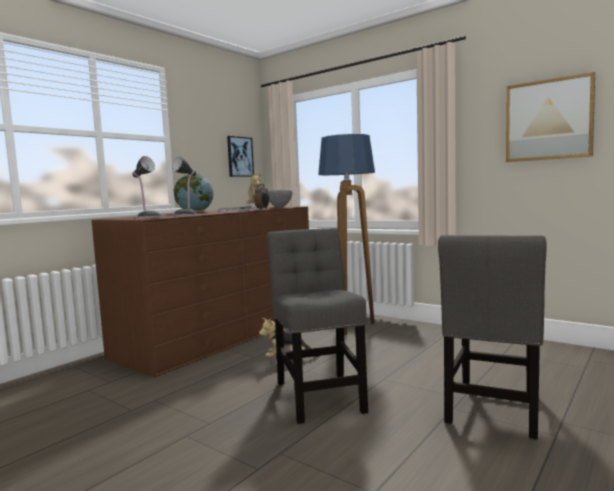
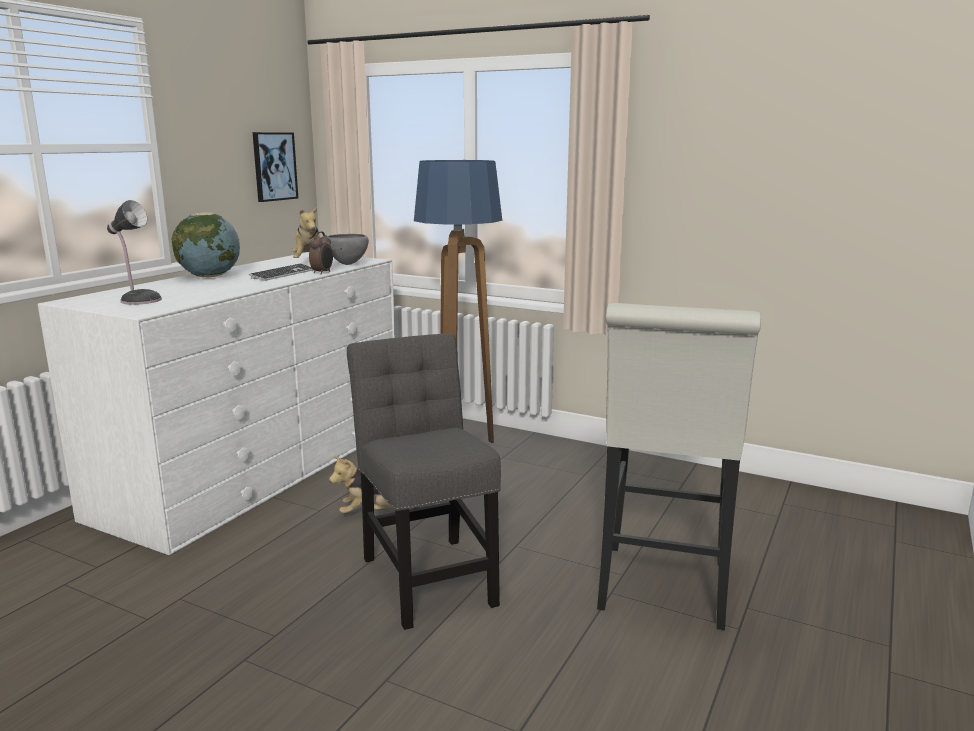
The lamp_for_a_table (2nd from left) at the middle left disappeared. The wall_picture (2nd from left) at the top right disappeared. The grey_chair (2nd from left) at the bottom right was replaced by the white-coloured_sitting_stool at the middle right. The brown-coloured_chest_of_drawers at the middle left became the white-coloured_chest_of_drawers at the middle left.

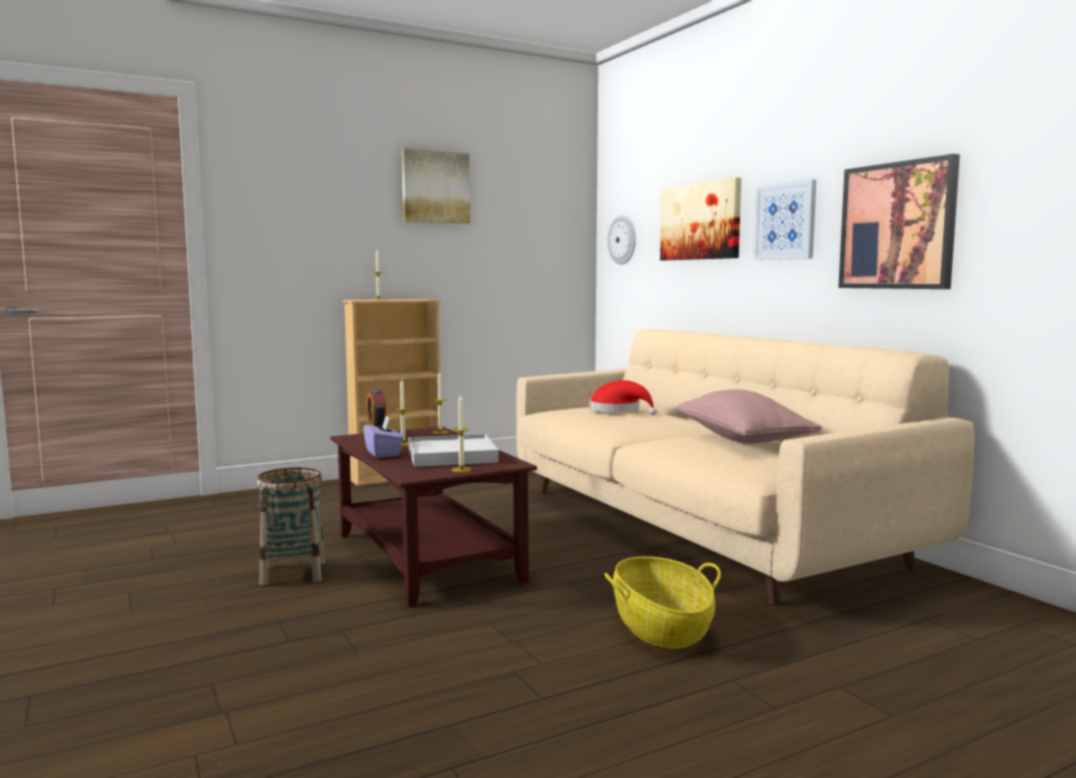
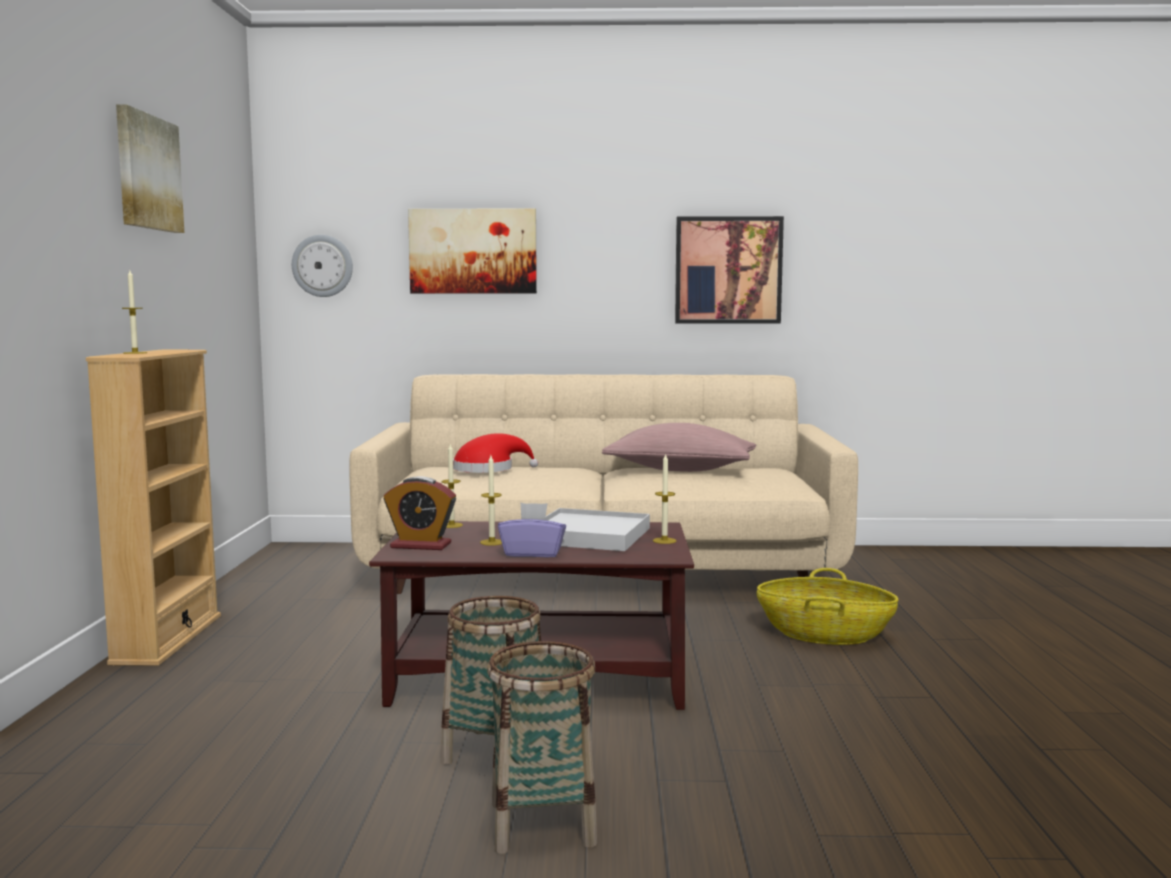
The wall_picture (3rd from left) at the top right disappeared. The basket (2nd from left) at the bottom centre appeared.

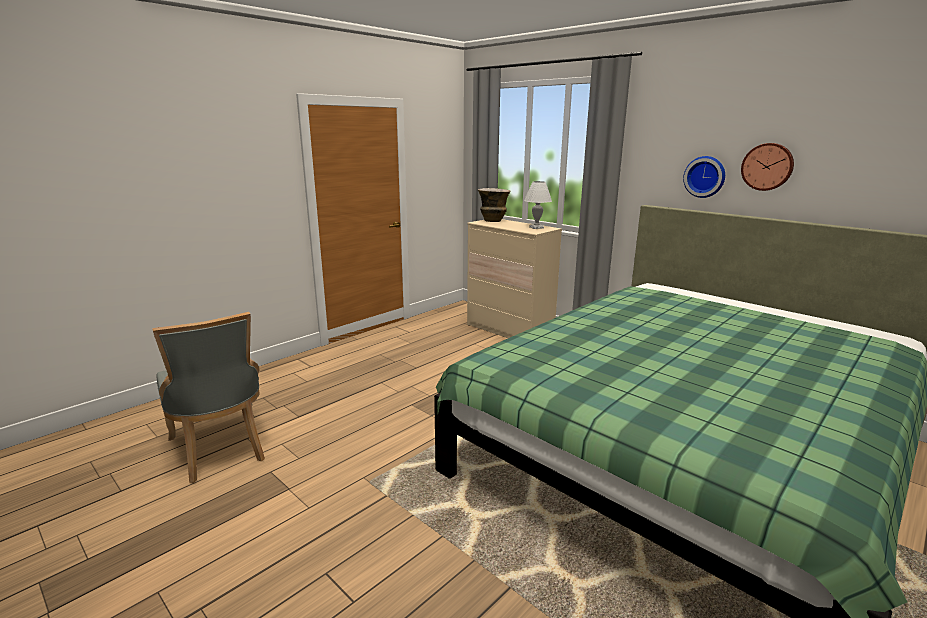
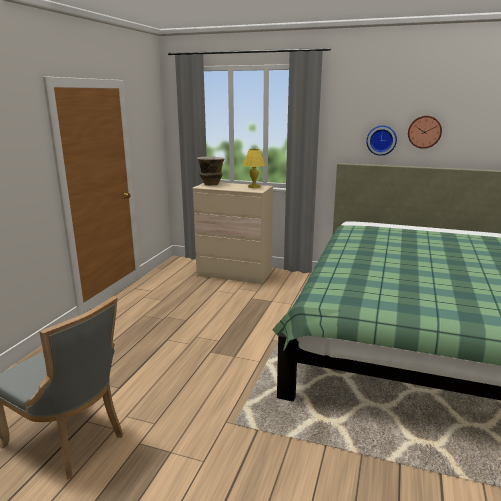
The white-coloured_lamp_for_a_table at the top centre became the yellowish_lamp_for_a_table at the centre.

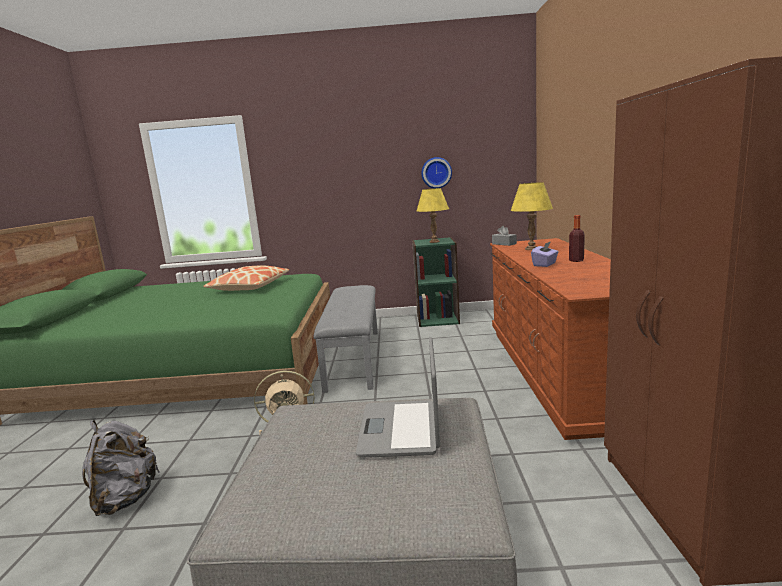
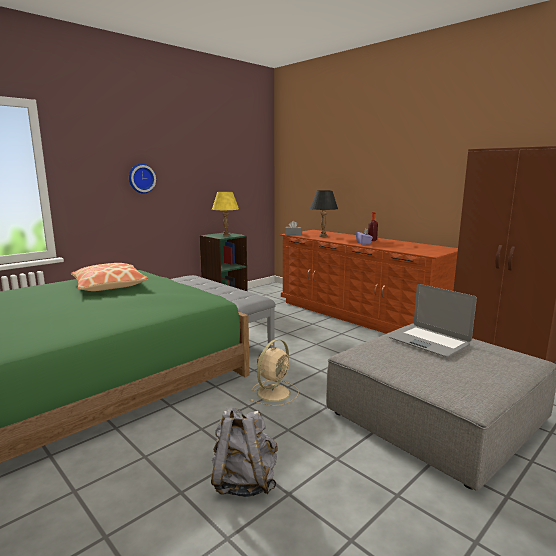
The hanging_clock moved from the top centre to the top left. The yellowish_lamp_for_a_table (2nd from left) at the middle right became the blackish_lamp_for_a_table at the centre.

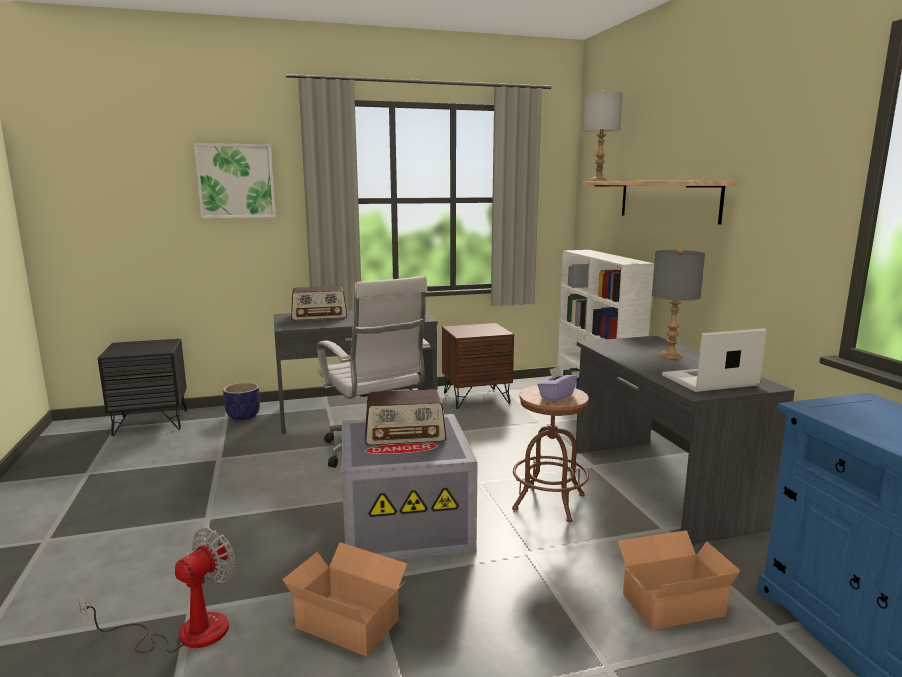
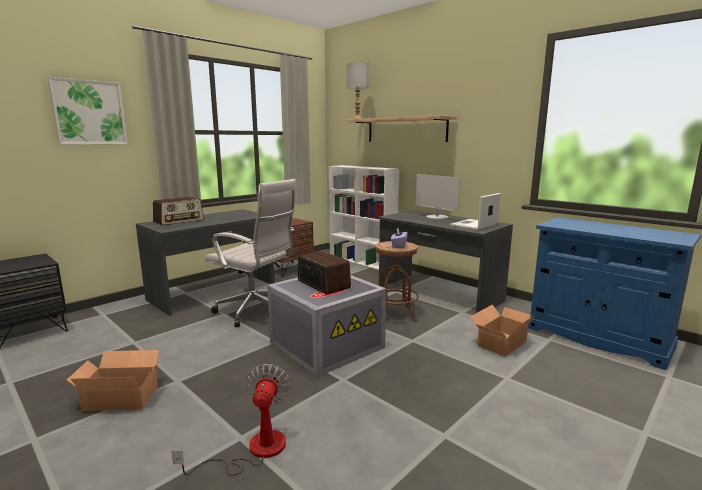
The plant_pot at the middle left disappeared. The cardboard_box (1st from left) moved from the bottom centre to the bottom left. The grey_lamp_for_a_table (2nd from left) at the middle right was replaced by the computer_display at the centre. The radio (2nd from left) at the centre turned 90 degrees counterclockwise.

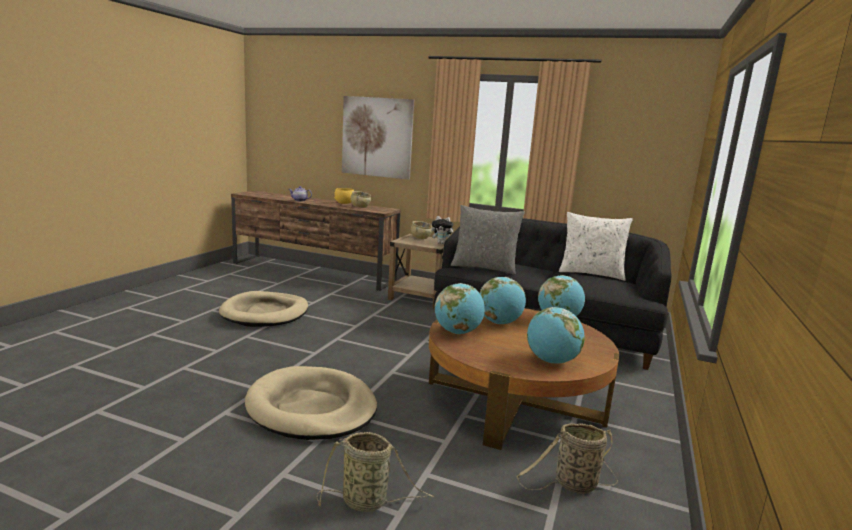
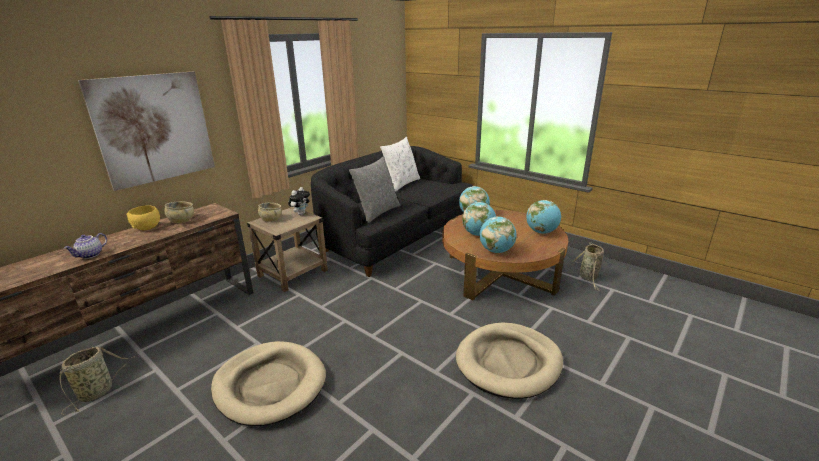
The basket (1st from left) moved from the bottom centre to the bottom left.

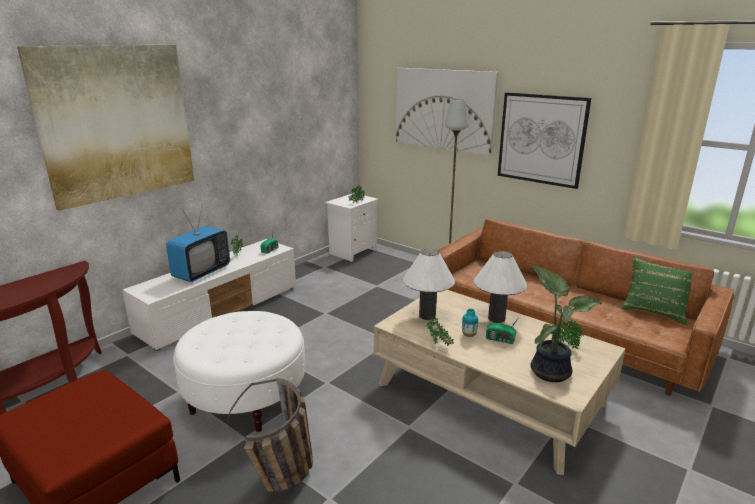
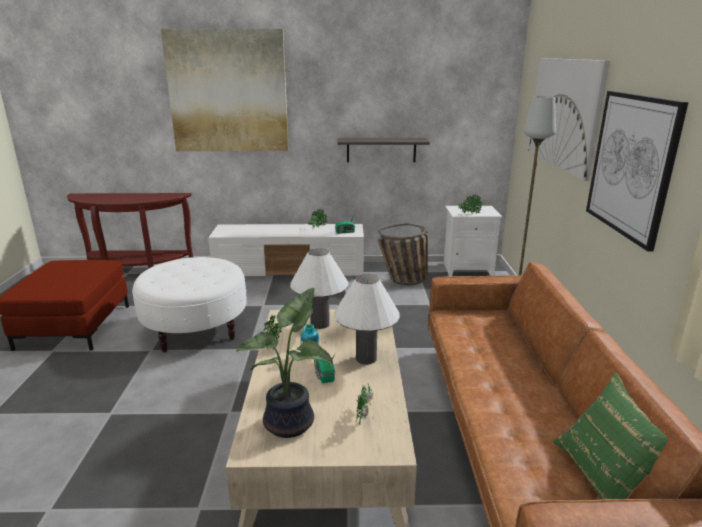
The TV_set at the middle left disappeared. The wall_shelf at the top centre appeared. The basket moved from the bottom centre to the centre.

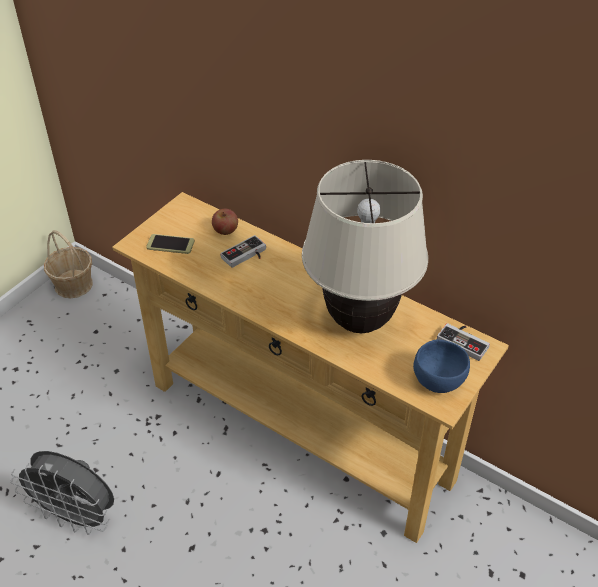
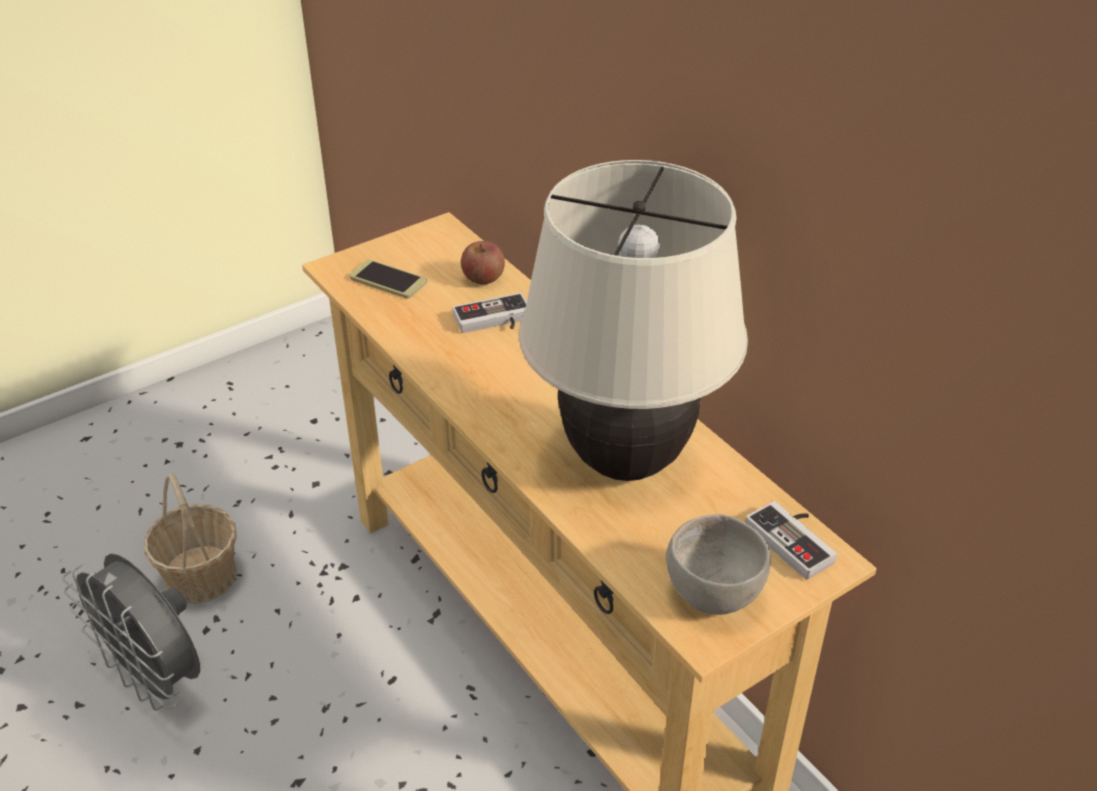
The basket moved from the middle left to the bottom left. The bluish_bowl at the middle right became the grey_bowl at the bottom centre.

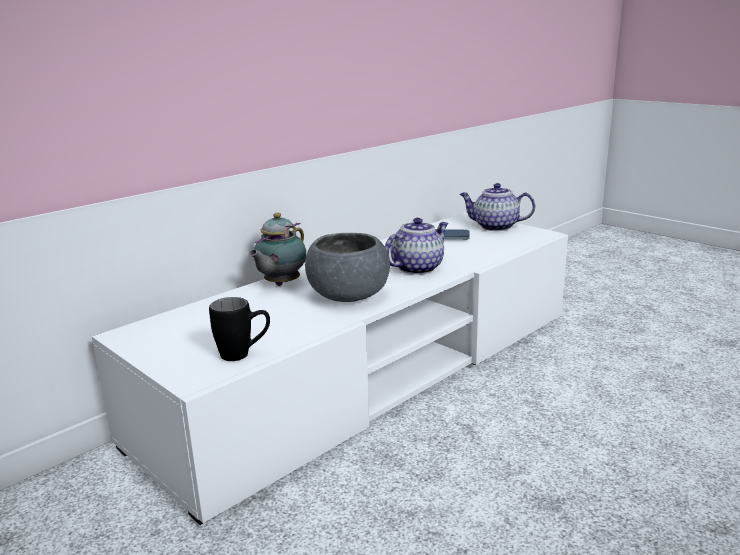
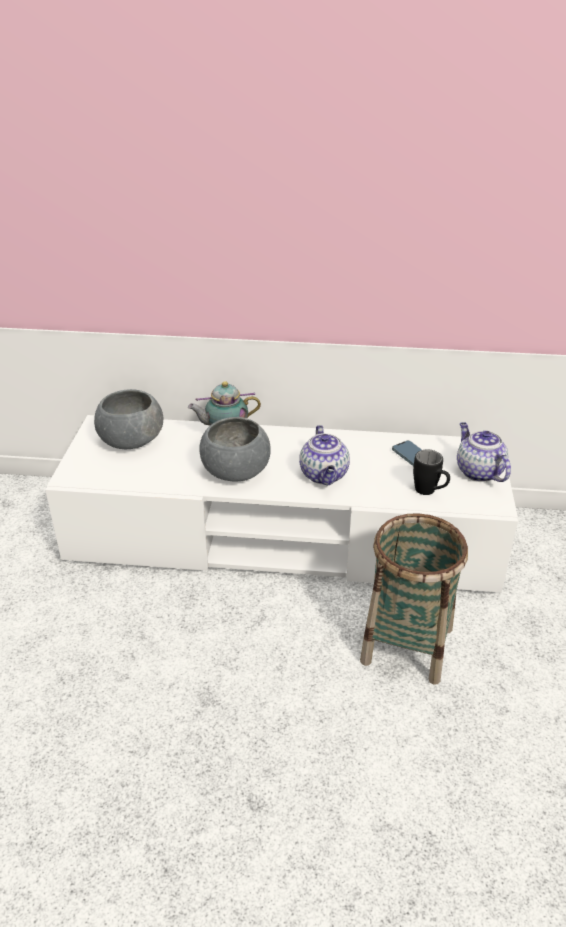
The grey_bowl (1st from left) at the middle left appeared. The basket at the middle right appeared. The blackish_mug moved from the middle left to the middle right. The teapot (2nd from left) at the centre turned 75 degrees clockwise.

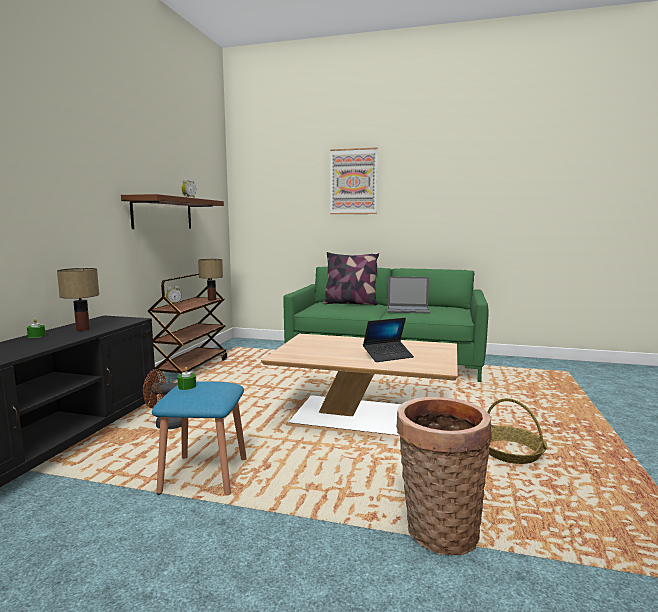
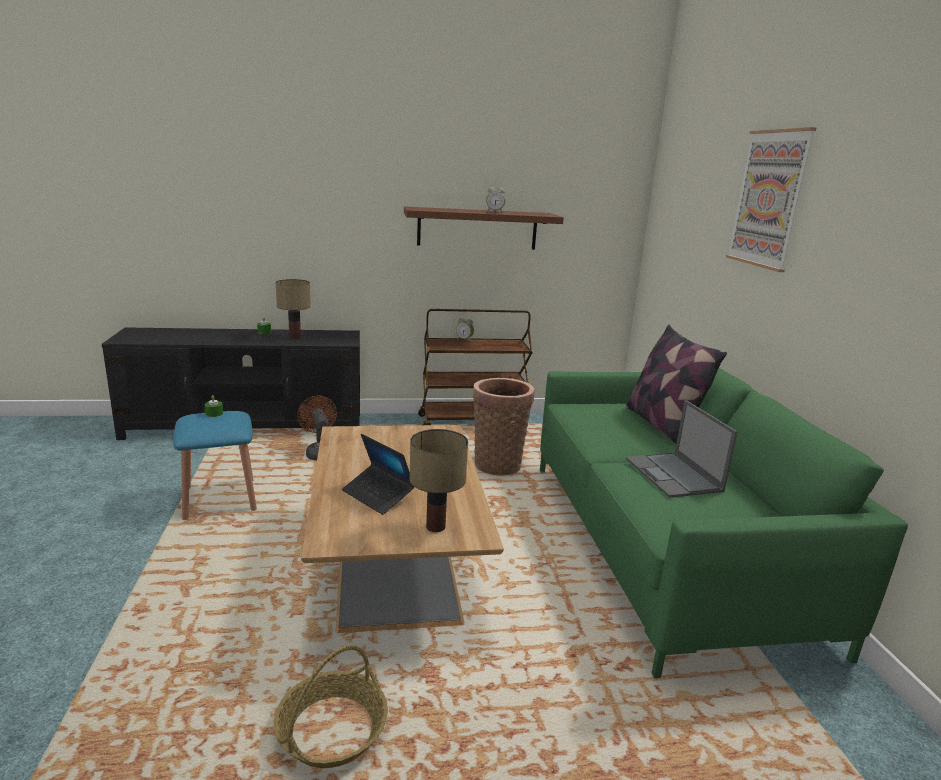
The lamp_for_a_table (2nd from left) moved from the middle left to the centre. The basket (1st from left in the first image) moved from the bottom right to the centre.

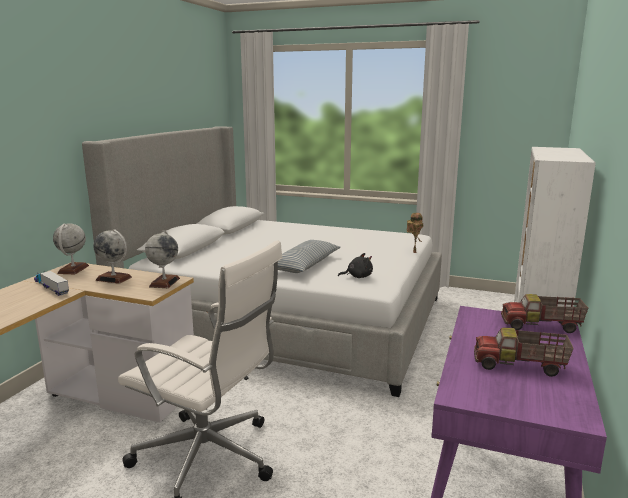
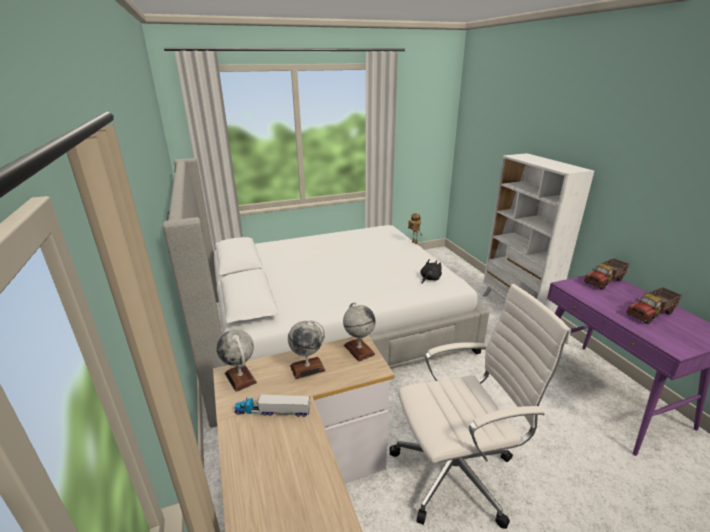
The cushion at the centre disappeared.

